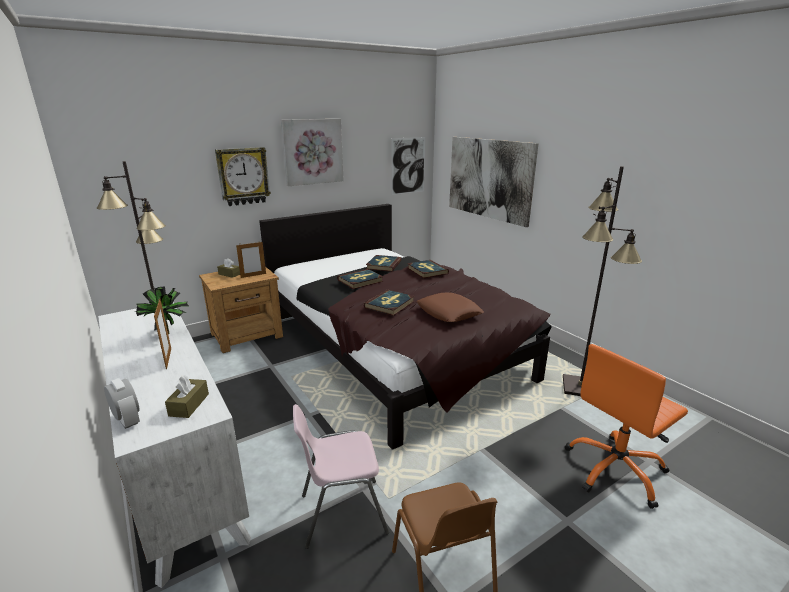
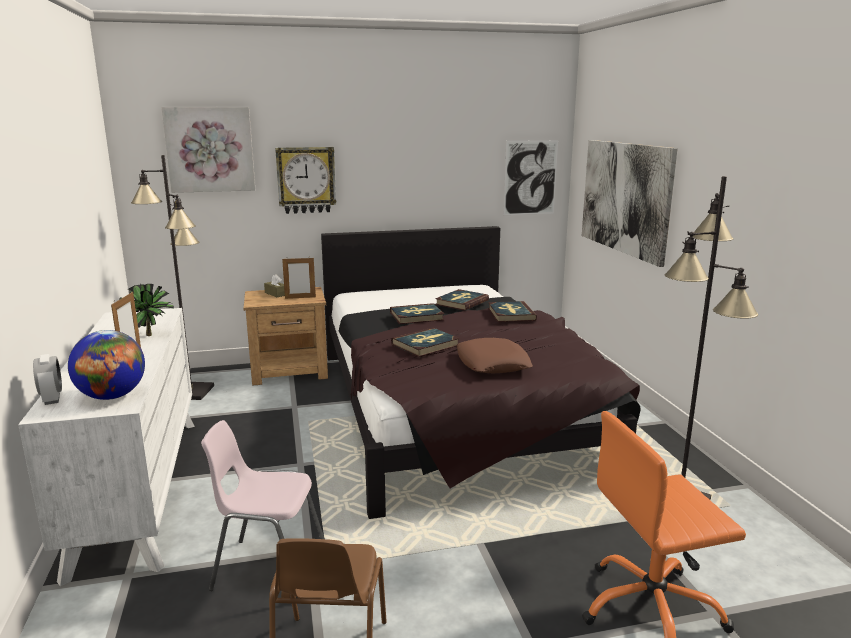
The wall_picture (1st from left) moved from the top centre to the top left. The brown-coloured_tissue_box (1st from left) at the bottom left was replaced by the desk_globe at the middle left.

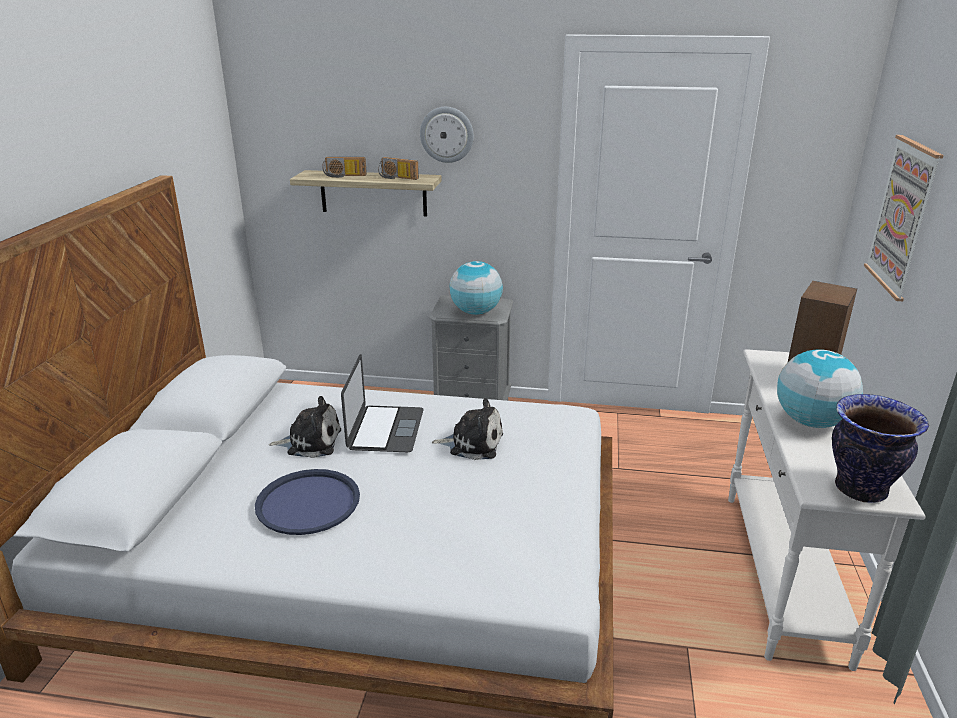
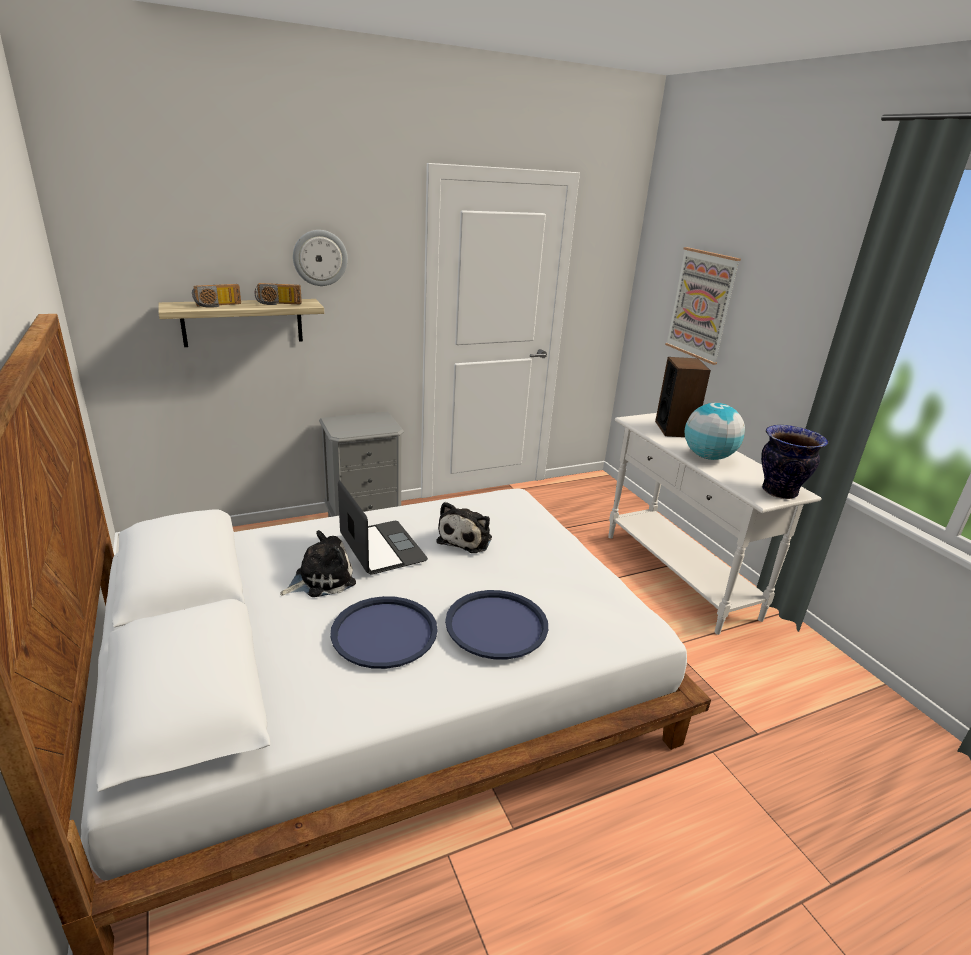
The desk_globe (1st from left) at the centre disappeared. The bluish_tray (2nd from left) at the centre appeared. The plush_toy (2nd from left) at the centre turned 135 degrees clockwise.

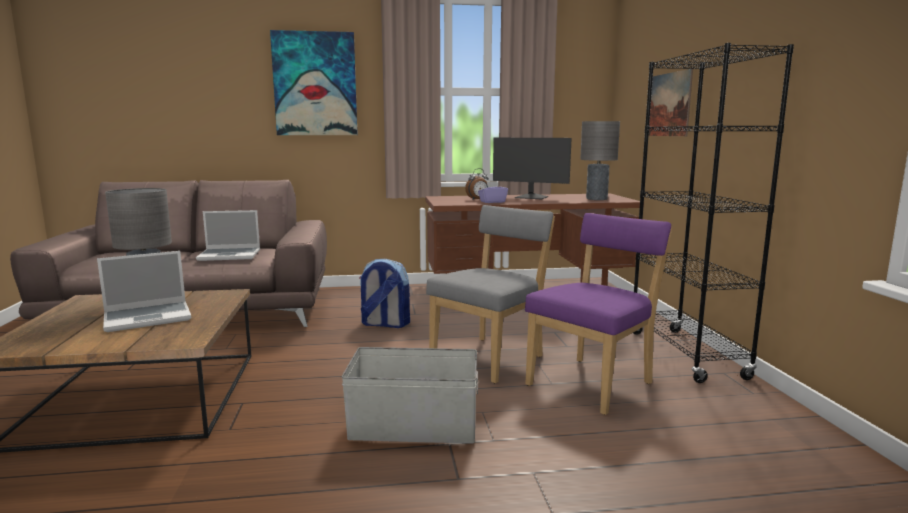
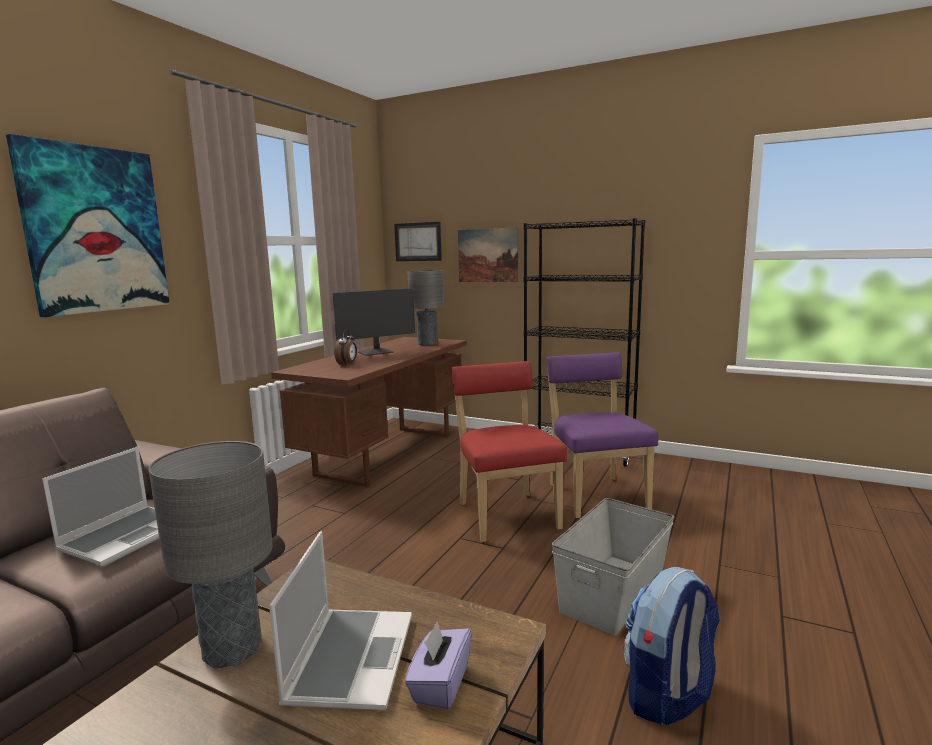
The wall_picture (2nd from left) at the top centre appeared. The knapsack moved from the centre to the bottom right. The purple_tissue_box moved from the centre to the bottom centre. The grey_chair at the centre became the red-coloured_chair at the centre.

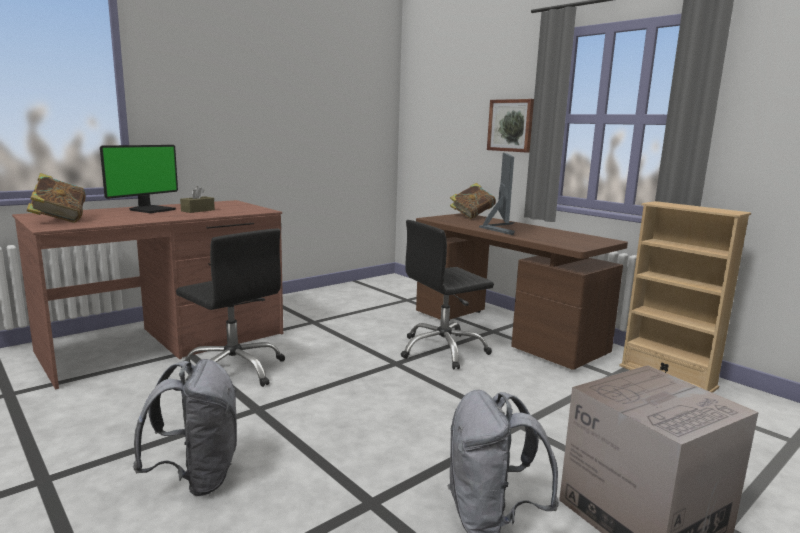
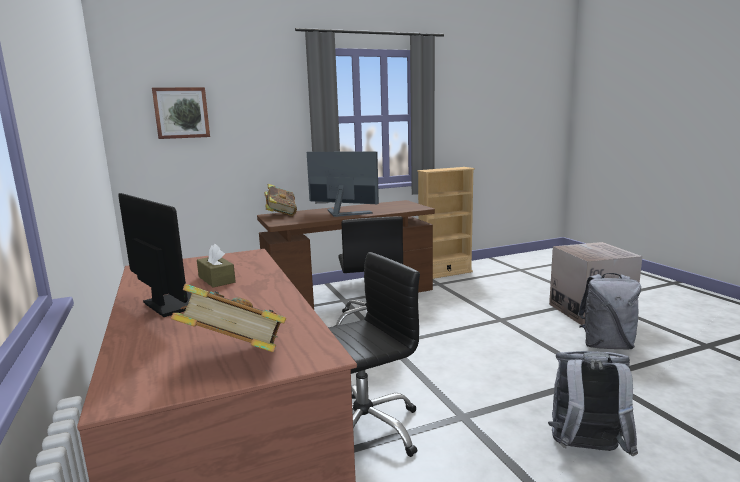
The wall_picture moved from the top centre to the top left.

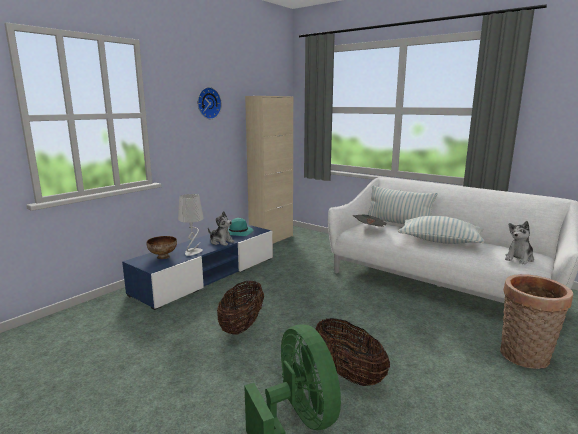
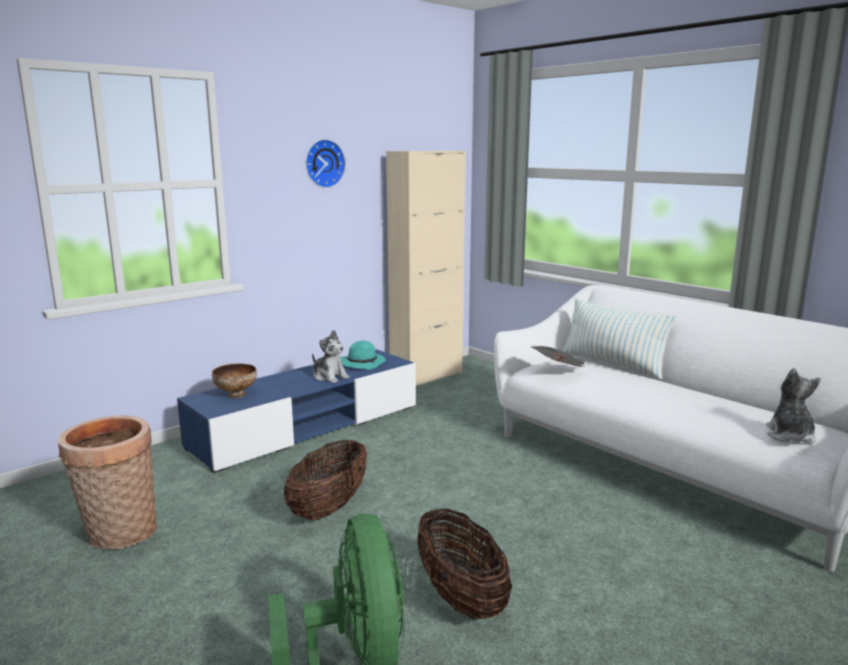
The grey_lamp_for_a_table at the middle left disappeared. The cushion (2nd from left) at the middle right disappeared. The basket (3rd from left in the first image) moved from the bottom right to the bottom left. The plush_toy (2nd from left) at the middle right turned 135 degrees clockwise.

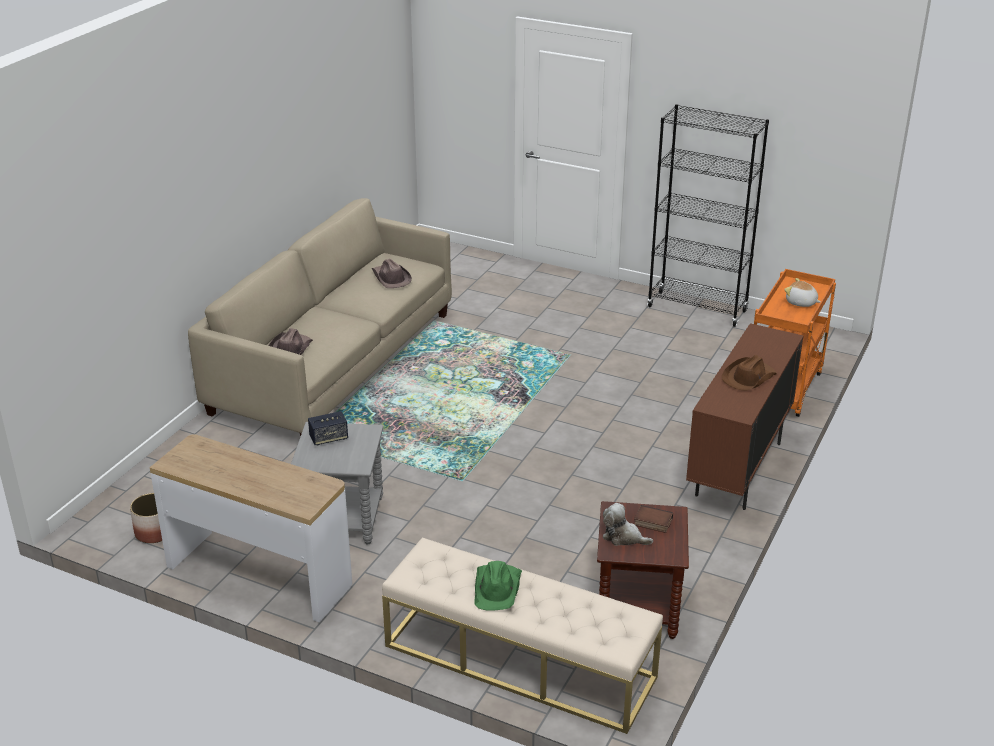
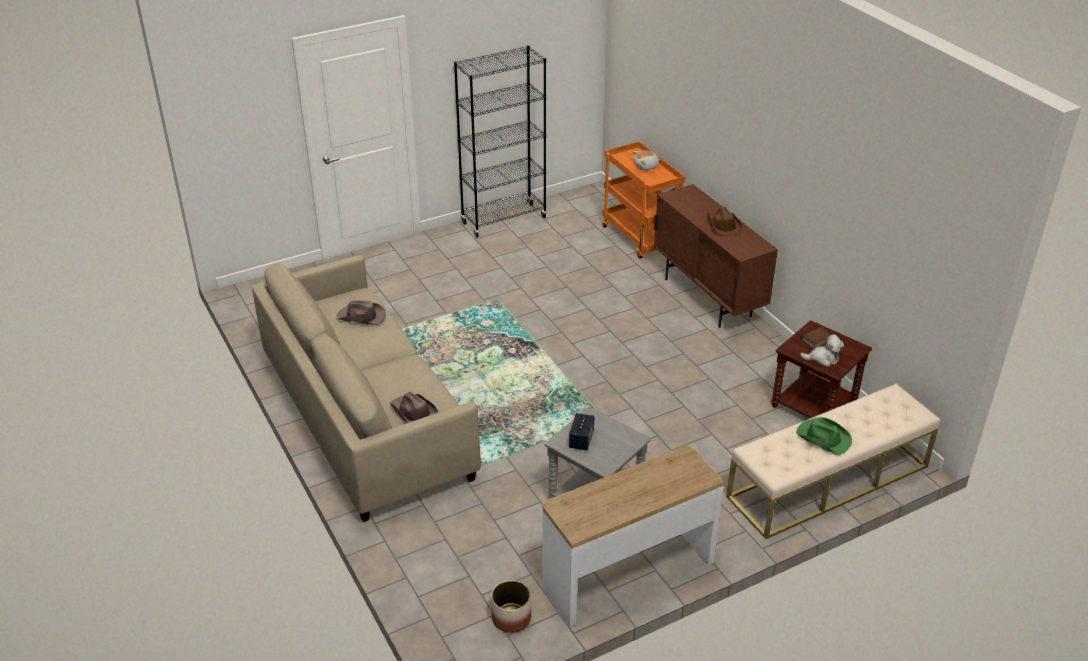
The plush_toy (1st from left in the first image) at the bottom centre turned 150 degrees counterclockwise.

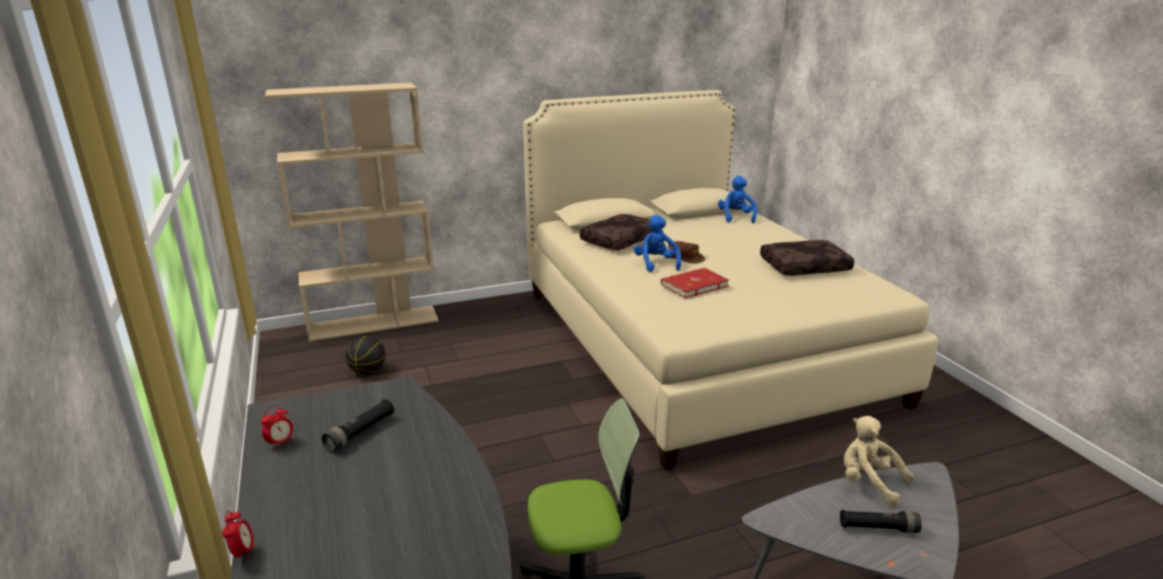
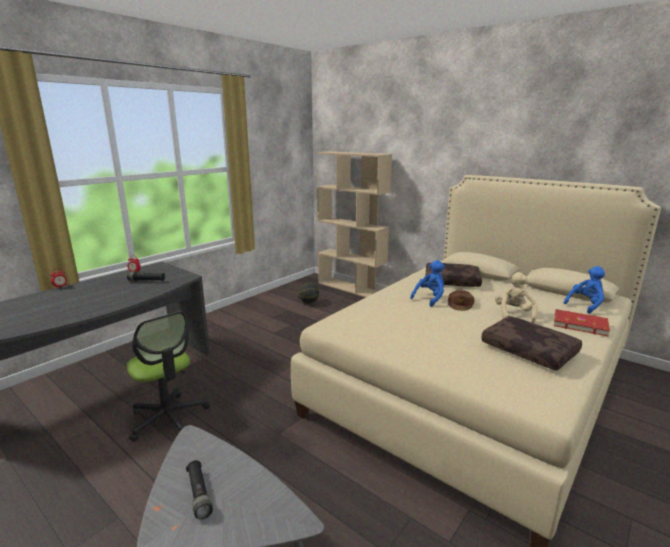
The red-coloured_bound_book moved from the centre to the middle right. The sand-coloured_plush_toy moved from the bottom right to the middle right.

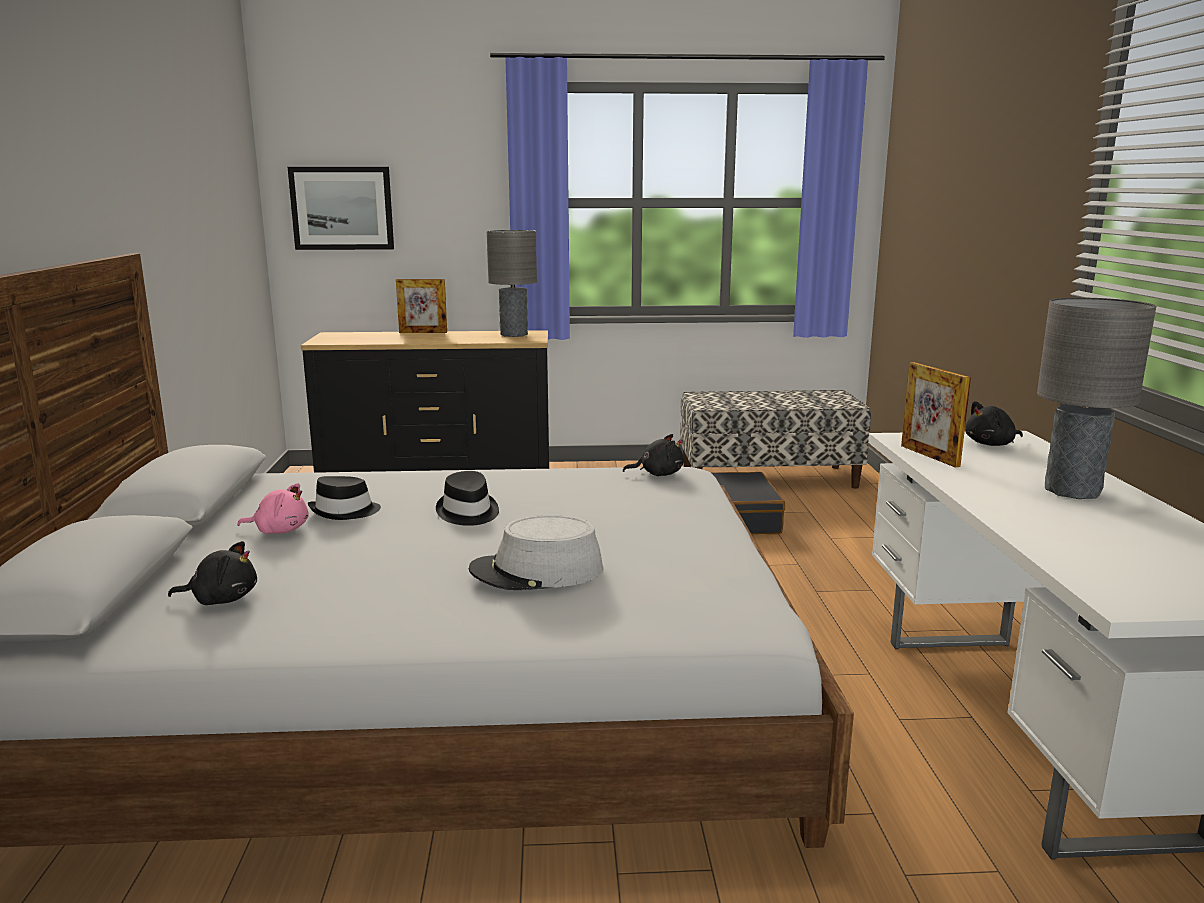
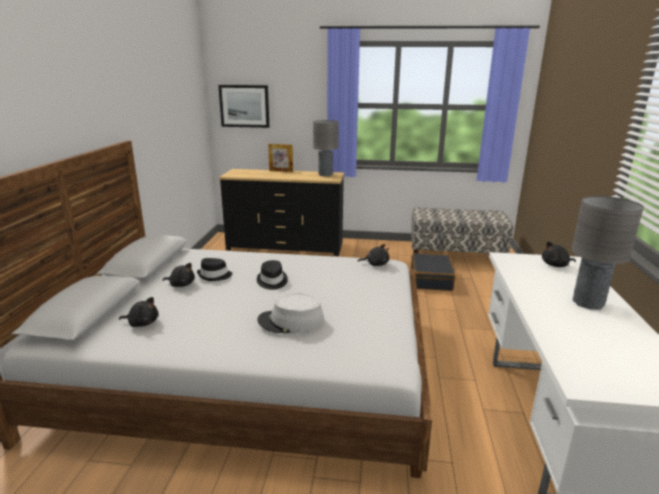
The picture_frame (2nd from left) at the middle right disappeared. The pink-coloured_plush_toy at the middle left became the blackish_plush_toy (2nd from left) at the middle left.

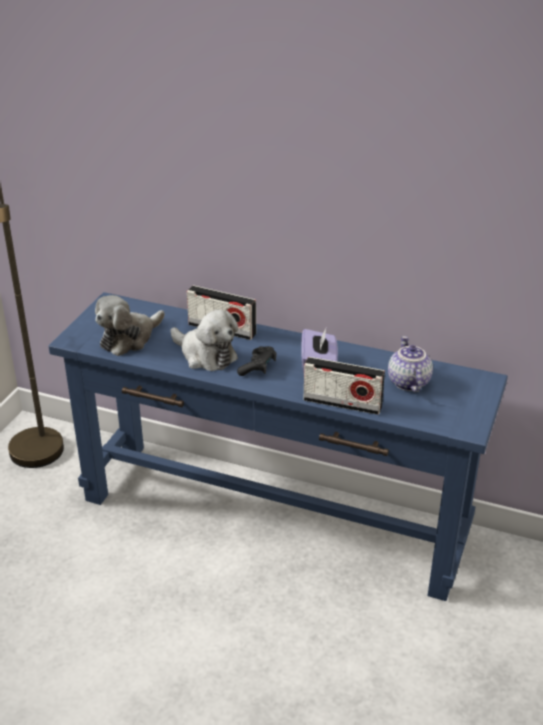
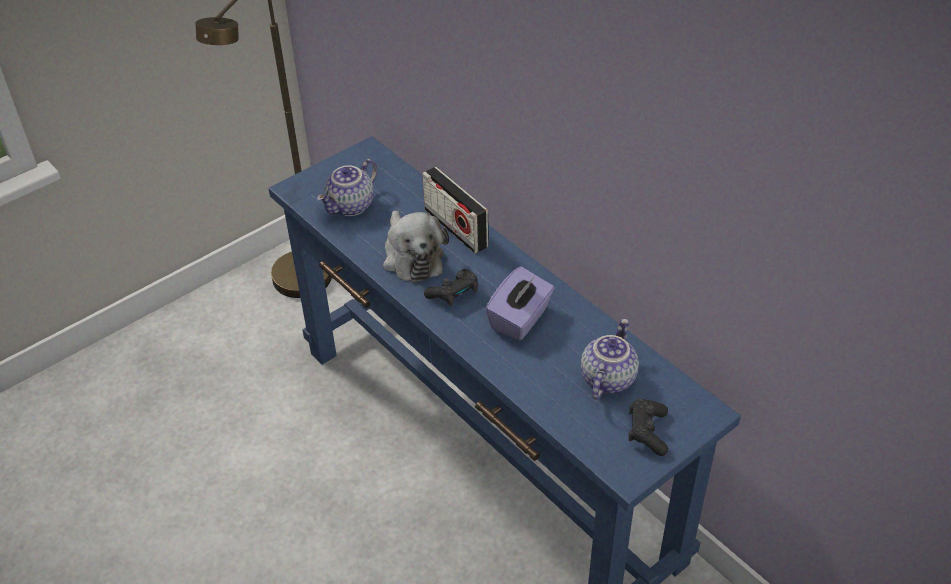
The radio (2nd from left) at the centre disappeared. The blackish_joypad (2nd from left) at the bottom right appeared. The plush_toy (1st from left) at the middle left was replaced by the teapot (1st from left) at the top centre.

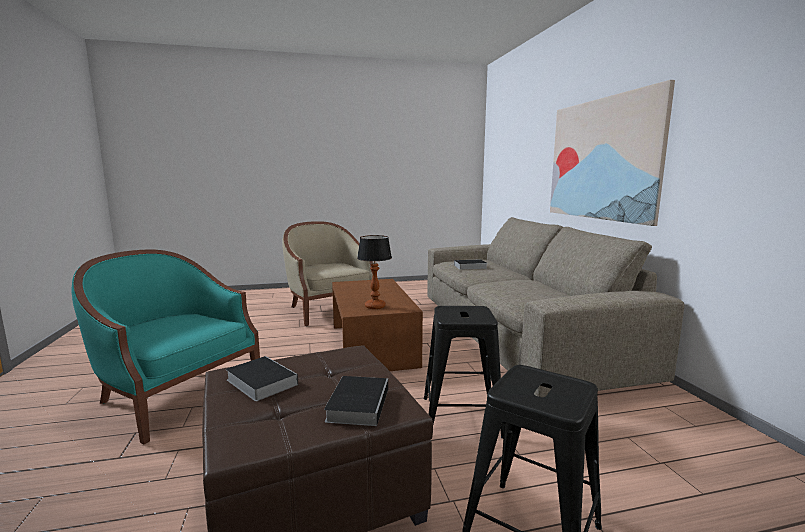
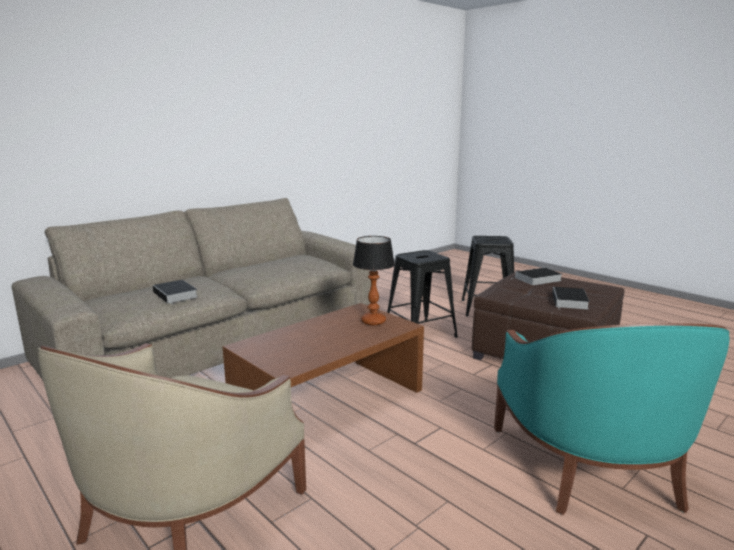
The wall_picture at the top right disappeared.

